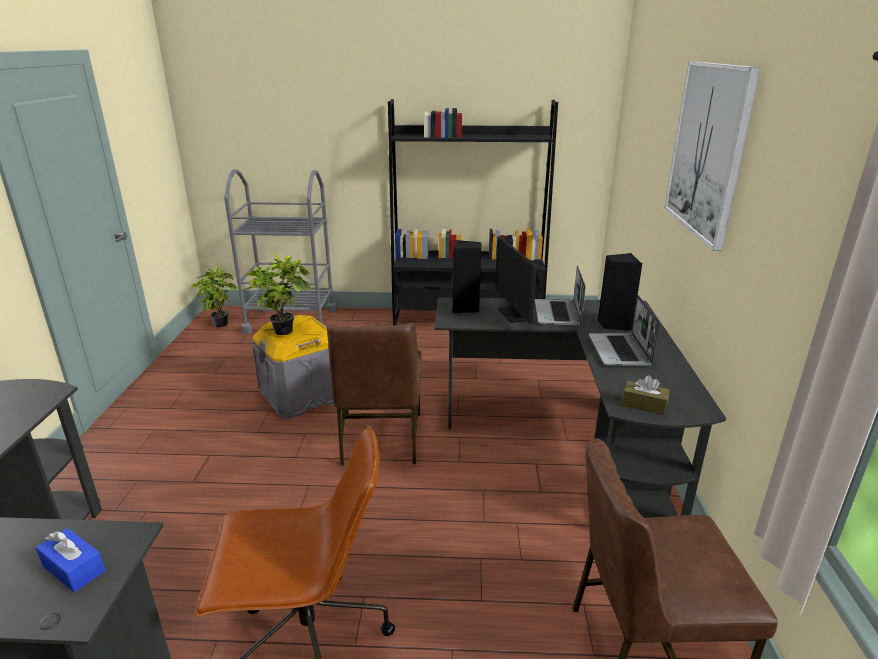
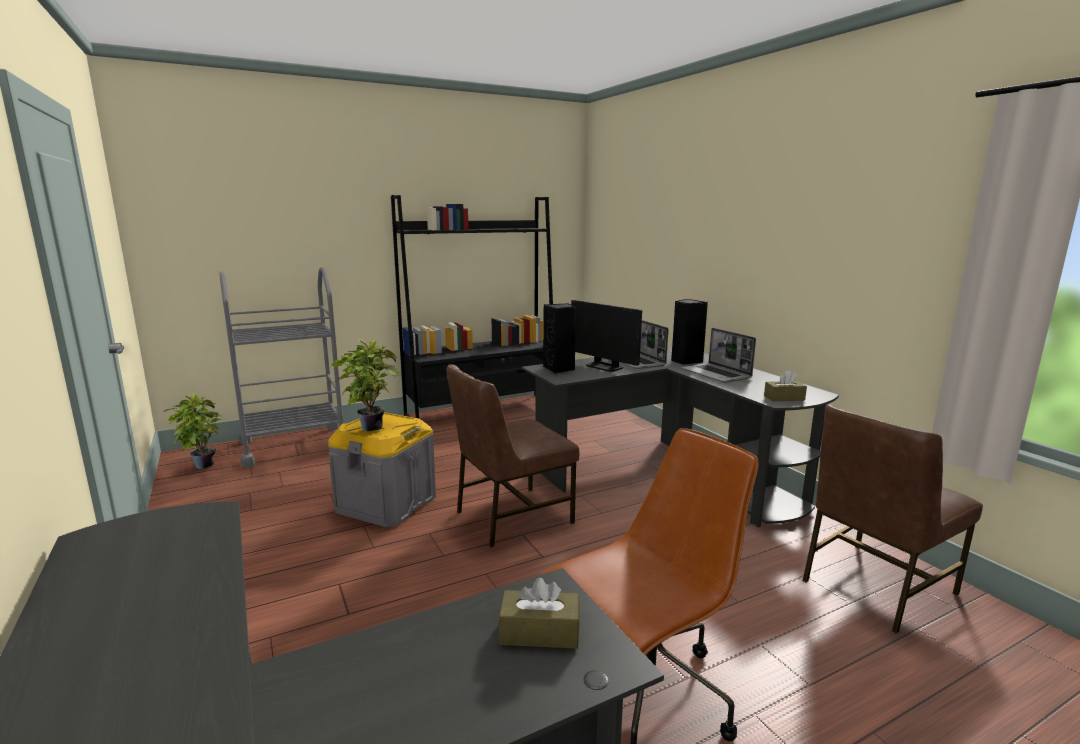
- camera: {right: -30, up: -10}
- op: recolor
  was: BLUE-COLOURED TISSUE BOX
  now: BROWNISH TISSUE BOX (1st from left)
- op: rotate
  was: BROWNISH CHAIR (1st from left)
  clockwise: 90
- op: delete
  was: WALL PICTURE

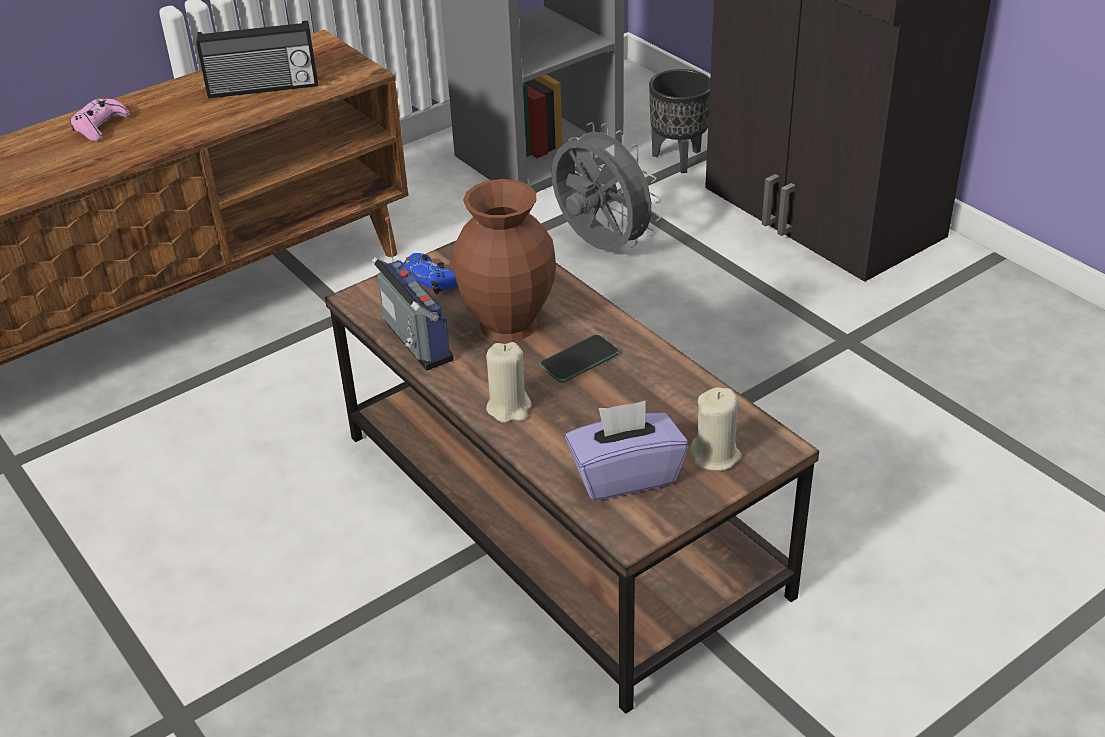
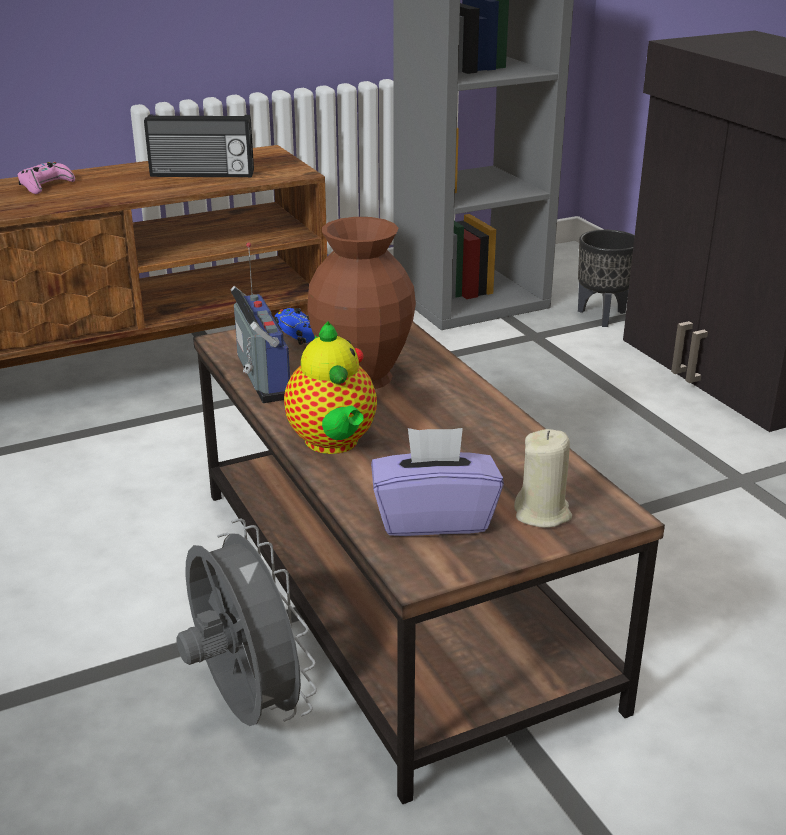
- camera: {right: 10, up: -10}
- op: replace
  was: BEIGE-COLOURED WAX LIGHT (1st from left)
  now: TEAPOT
- op: delete
  was: HANDSET
- op: move
  was: GREYISH FAN

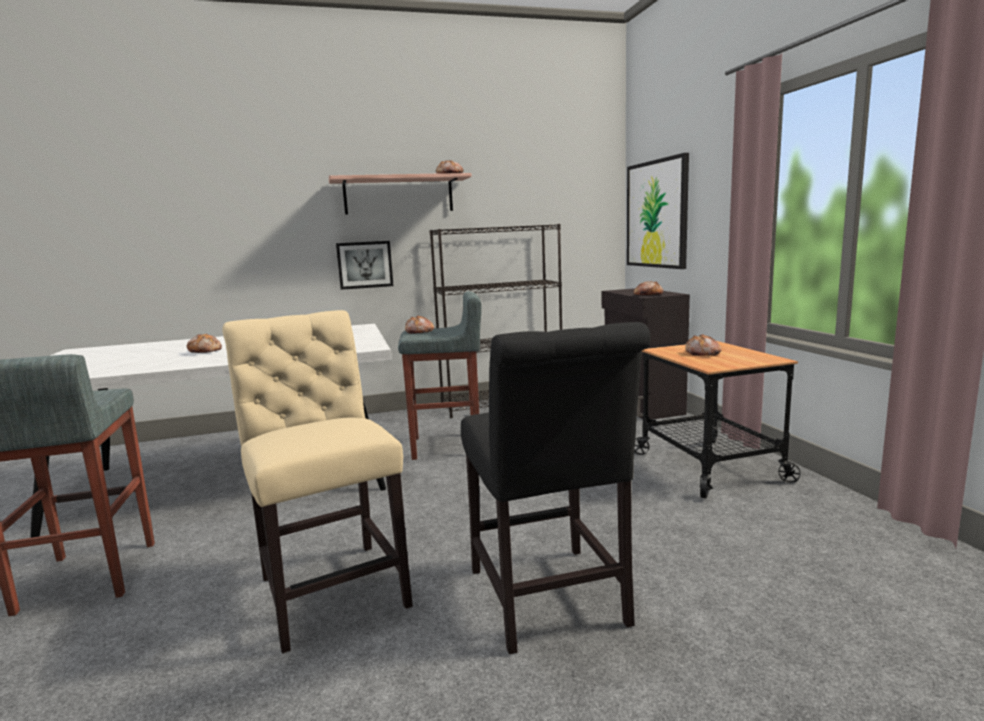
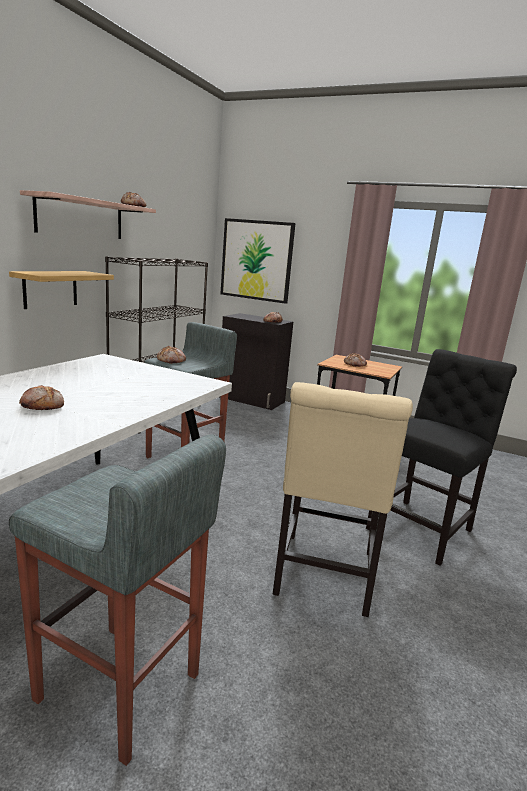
- camera: {right: -50, up: 5}
- op: rotate
  was: BEIGE-COLOURED CHAIR
  clockwise: -90
- op: replace
  was: WALL PICTURE (1st from left)
  now: SHELF (1st from left)
- op: rotate
  was: BLACKISH CHAIR
  clockwise: -75

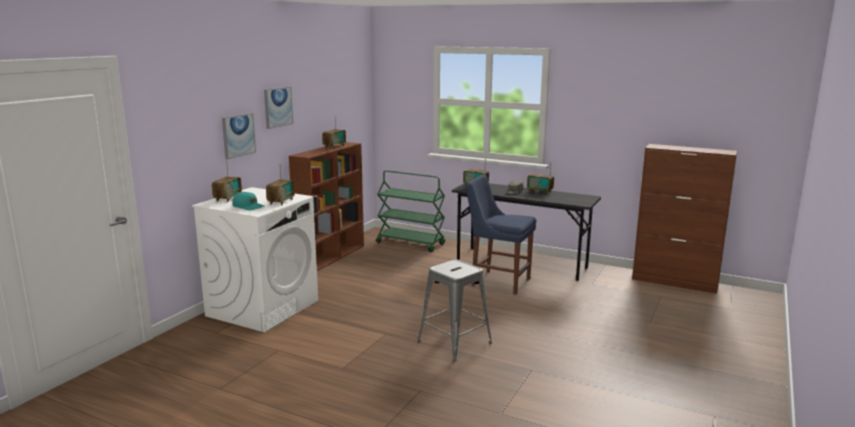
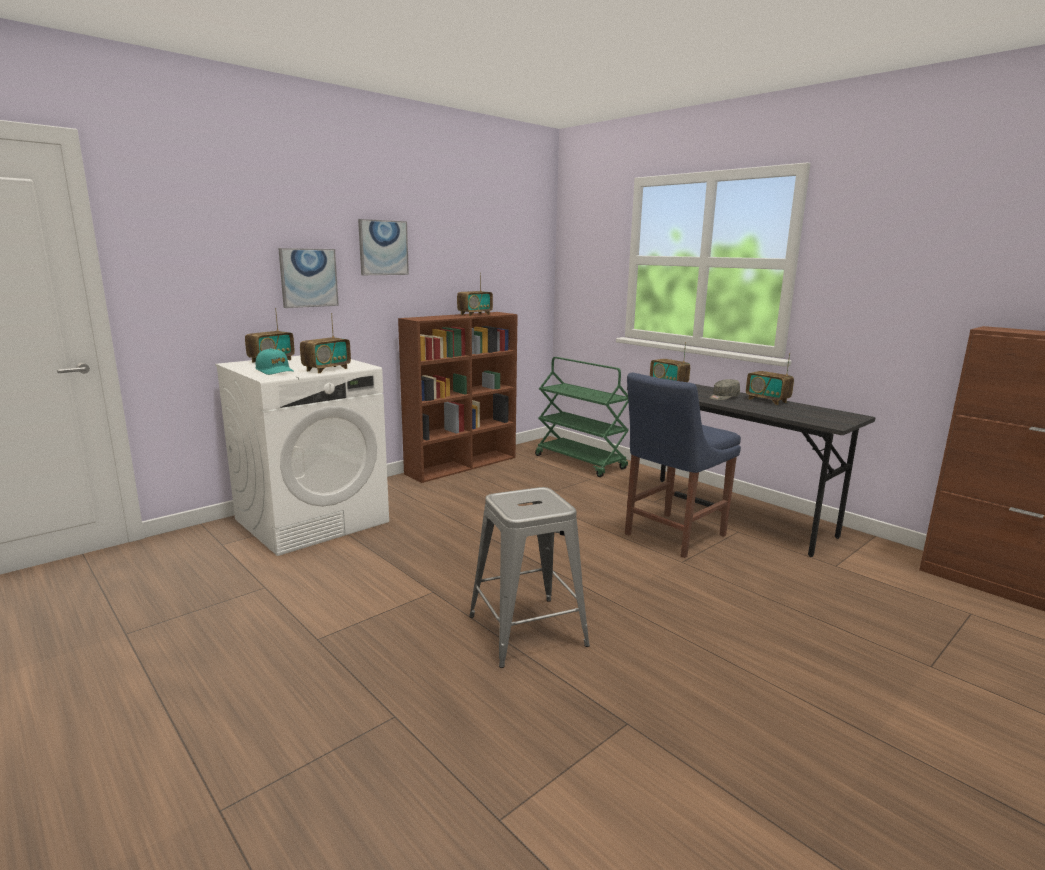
- camera: {right: 20, up: 0}
- op: rotate
  was: BLUE-COLOURED CHAIR
  clockwise: -90

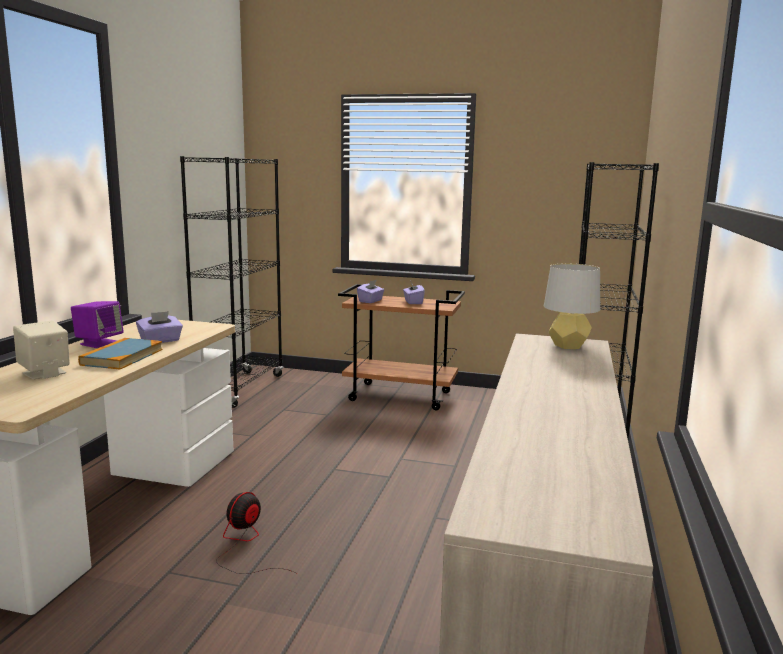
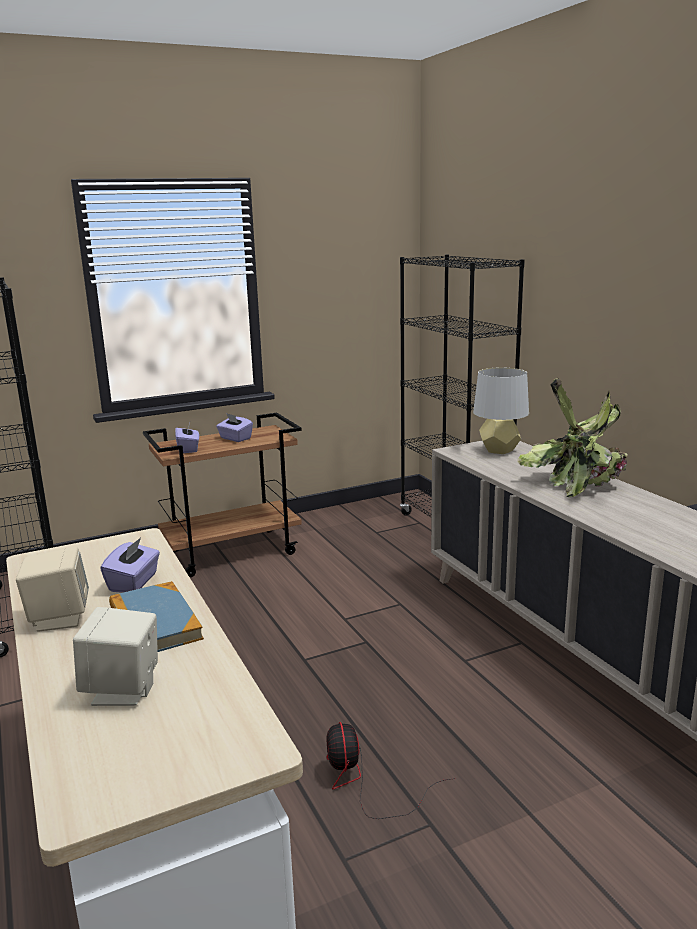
- camera: {right: -40, up: 5}
- op: recolor
  was: PURPLE LOUDSPEAKER
  now: BEIGE-COLOURED LOUDSPEAKER (1st from left)
- op: insert
  now: HOUSEPLANT

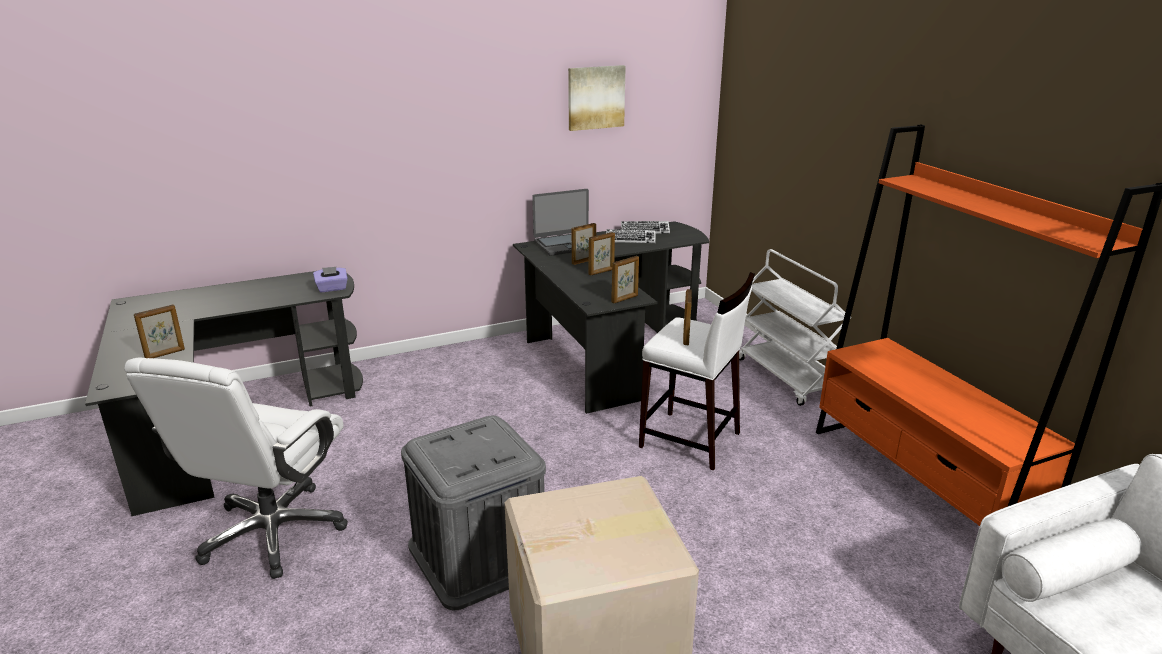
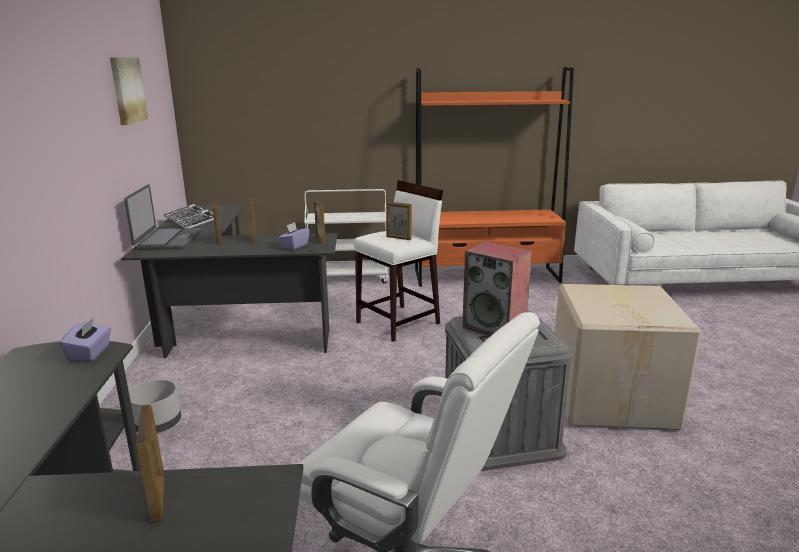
- camera: {right: -70, up: -5}
- op: insert
  now: GREYISH FLOWER POT
- op: insert
  now: PURPLE TISSUE BOX (2nd from left)
- op: insert
  now: LOUDSPEAKER

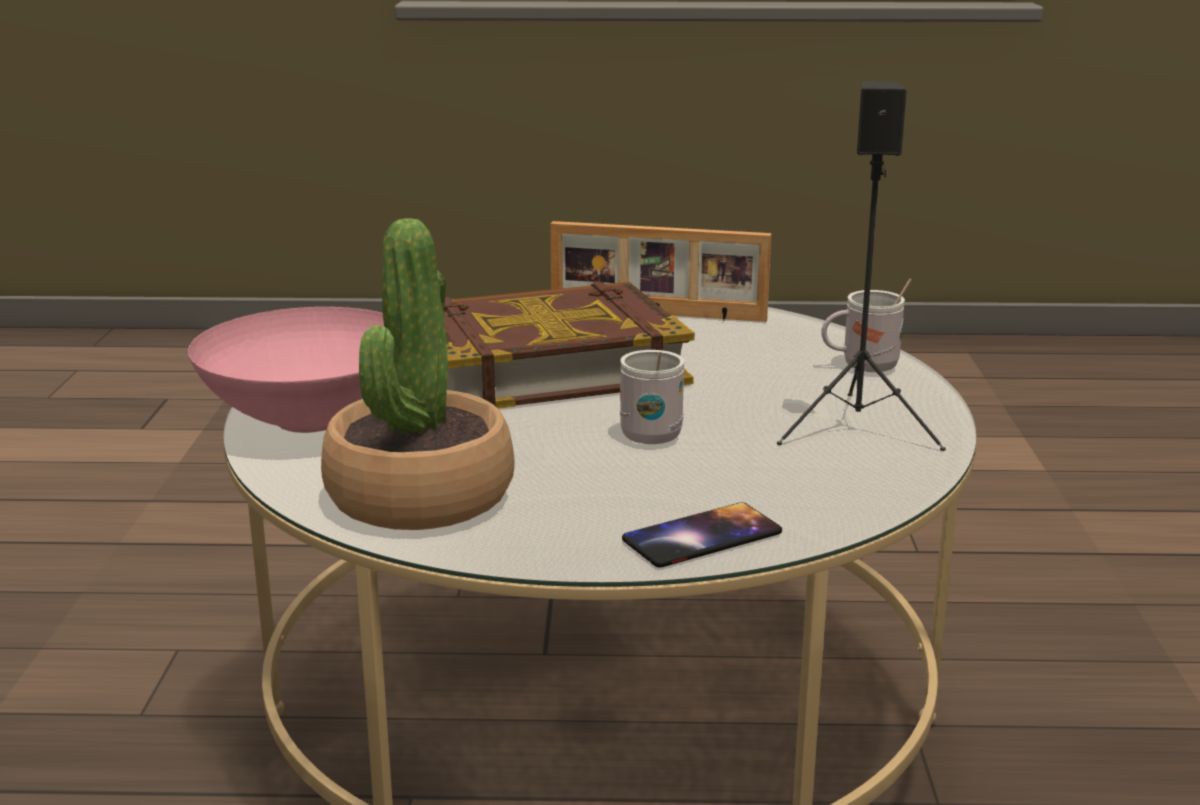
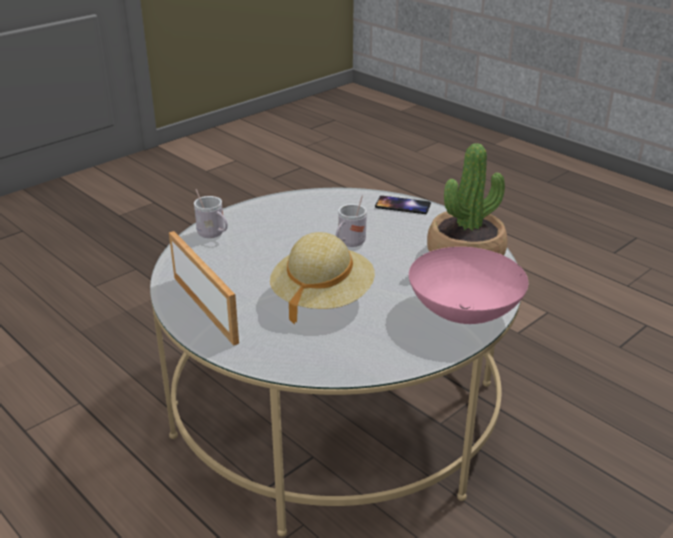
- camera: {right: -135, up: 10}
- op: replace
  was: VOLUME
  now: BEIGE-COLOURED WEARABLE HAT
- op: delete
  was: BLACKISH LOUDSPEAKER

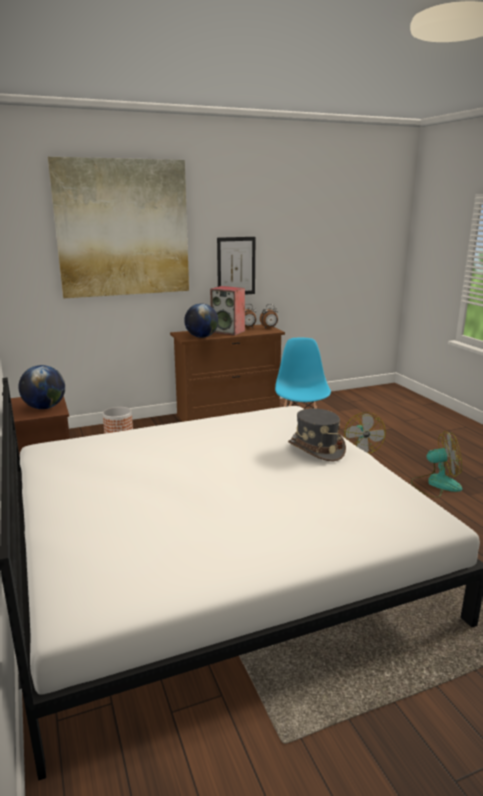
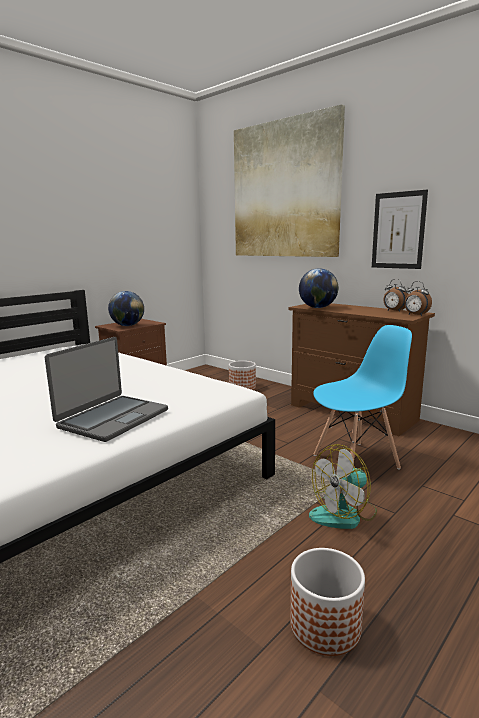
- camera: {right: 65, up: -5}
- op: delete
  was: LOUDSPEAKER
- op: replace
  was: GREYISH WEARABLE HAT
  now: NOTEBOOK COMPUTER
- op: replace
  was: FAN (2nd from left)
  now: FLOWER POT (2nd from left)

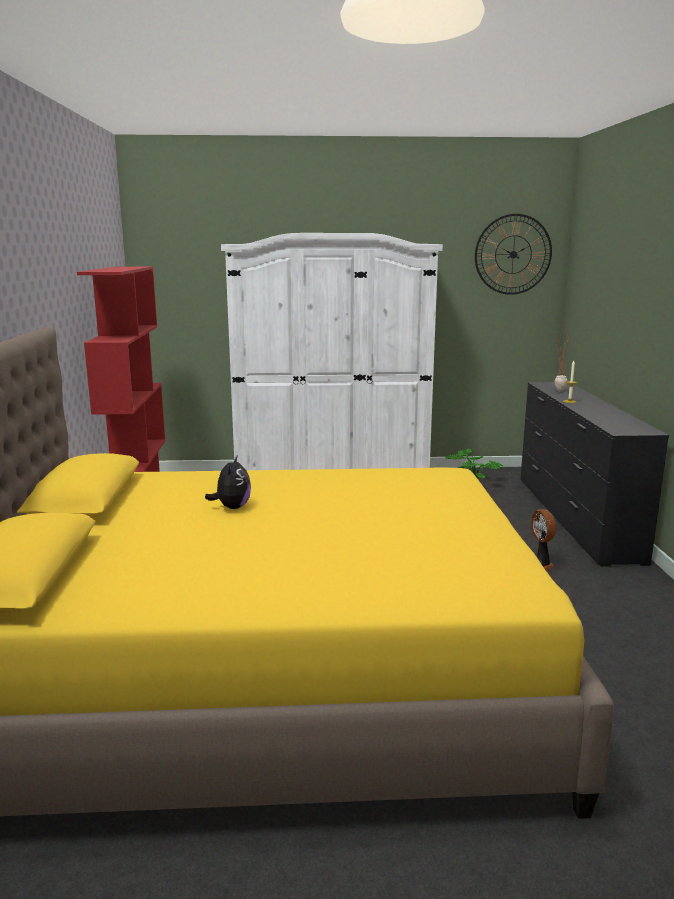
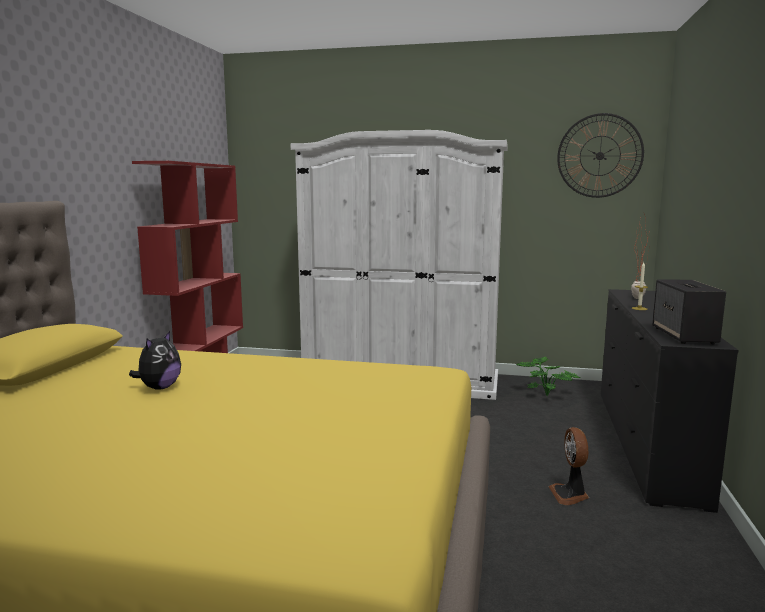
- camera: {right: 15, up: -5}
- op: insert
  now: LOUDSPEAKER

